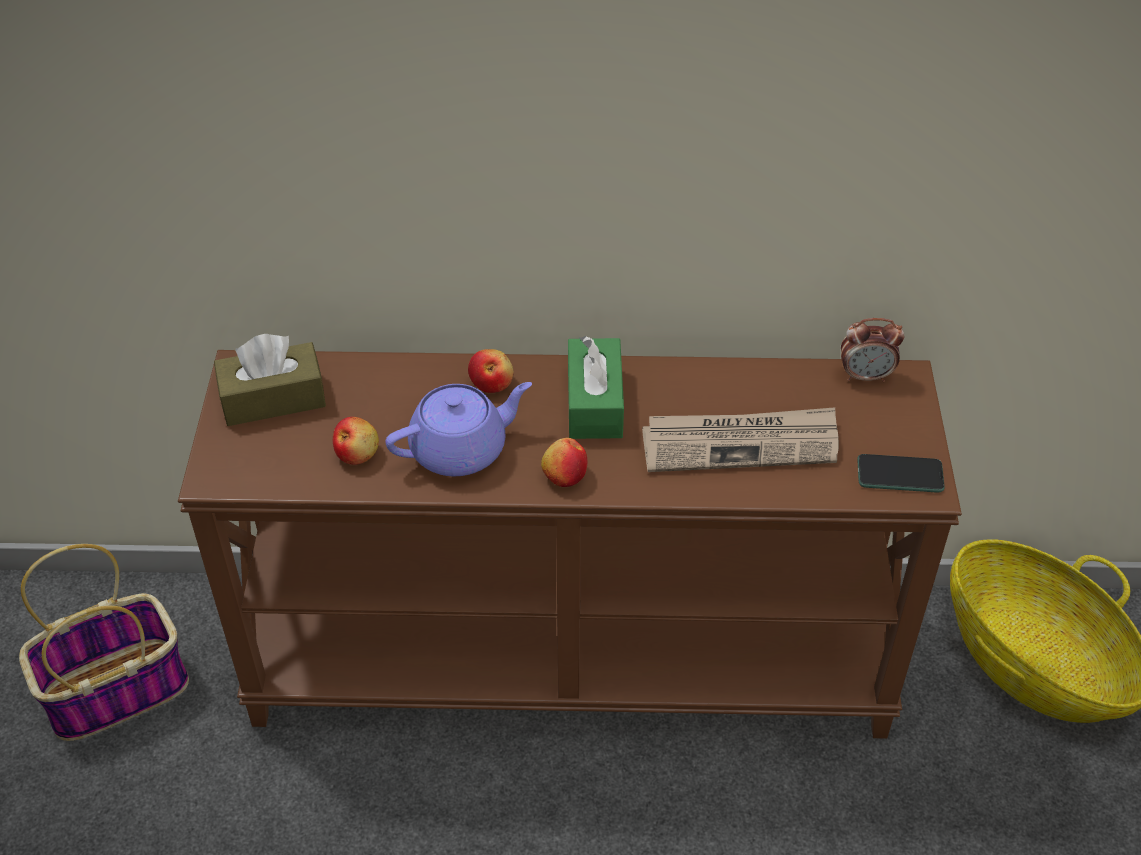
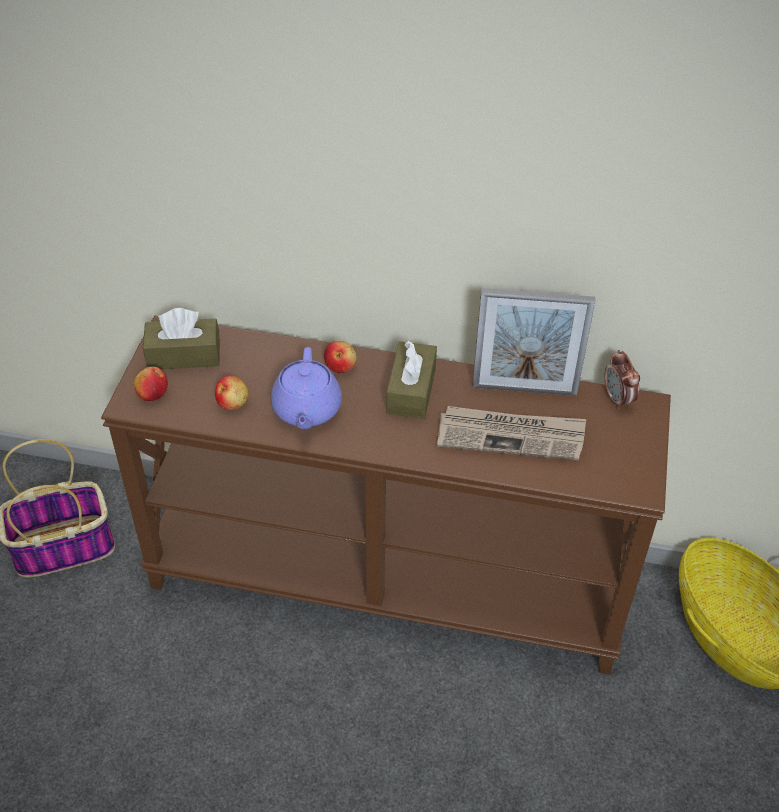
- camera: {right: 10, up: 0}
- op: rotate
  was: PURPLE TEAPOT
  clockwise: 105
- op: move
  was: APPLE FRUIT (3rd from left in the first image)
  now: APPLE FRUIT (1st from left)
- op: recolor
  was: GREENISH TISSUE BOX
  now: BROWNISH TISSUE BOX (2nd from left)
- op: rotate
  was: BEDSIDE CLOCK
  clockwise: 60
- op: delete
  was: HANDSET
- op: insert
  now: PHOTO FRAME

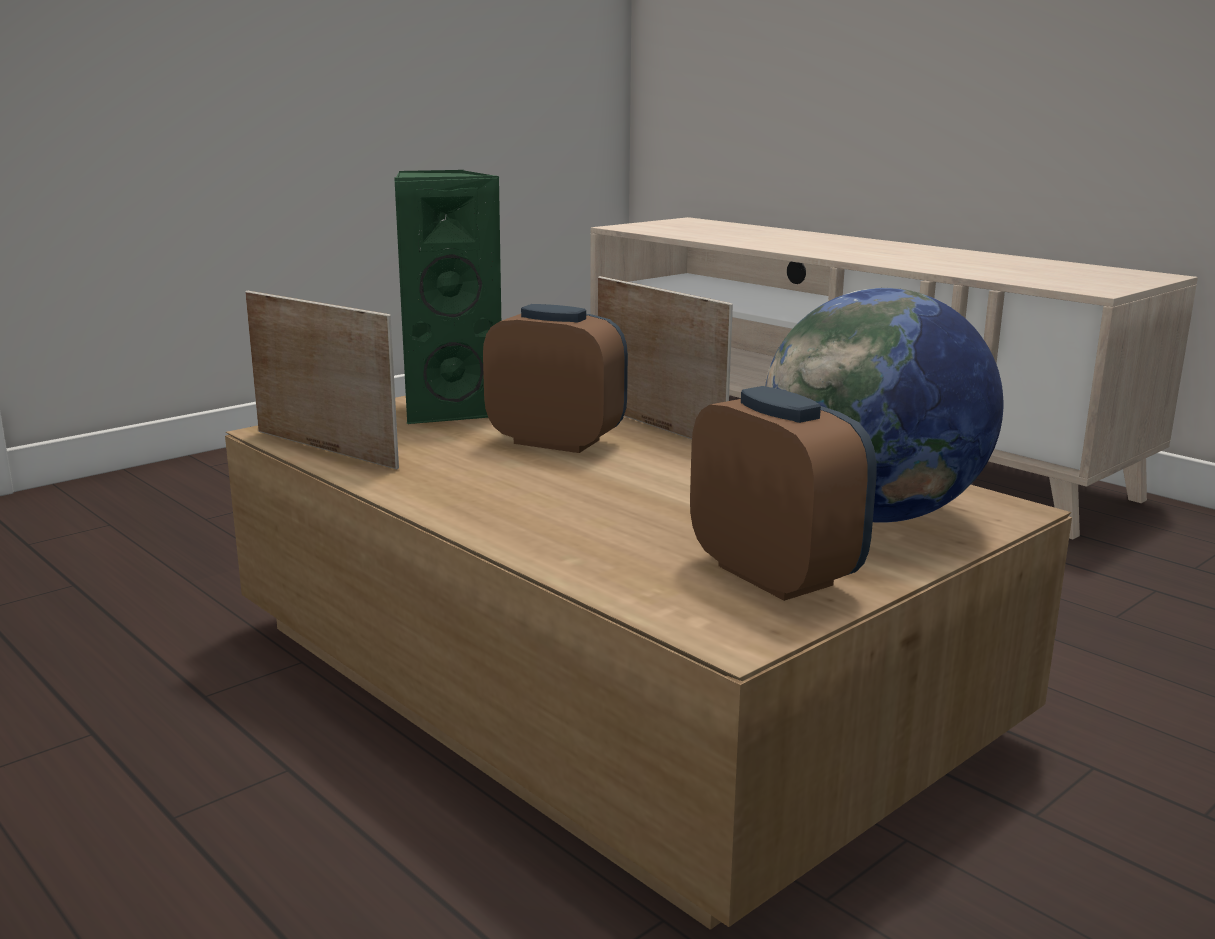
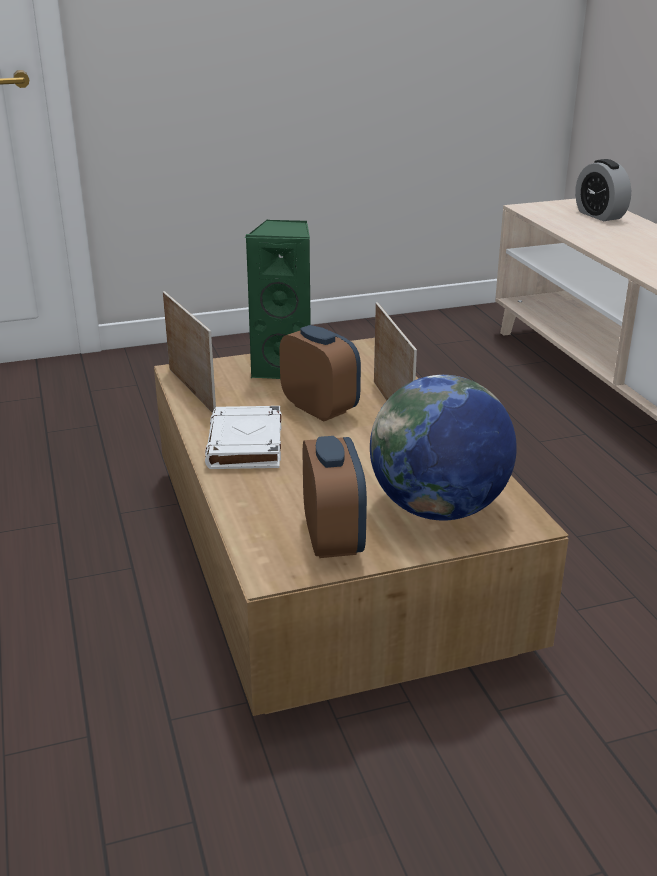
- camera: {right: 25, up: 10}
- op: insert
  now: WHITE VOLUME
- op: insert
  now: BEDSIDE CLOCK (3rd from left)

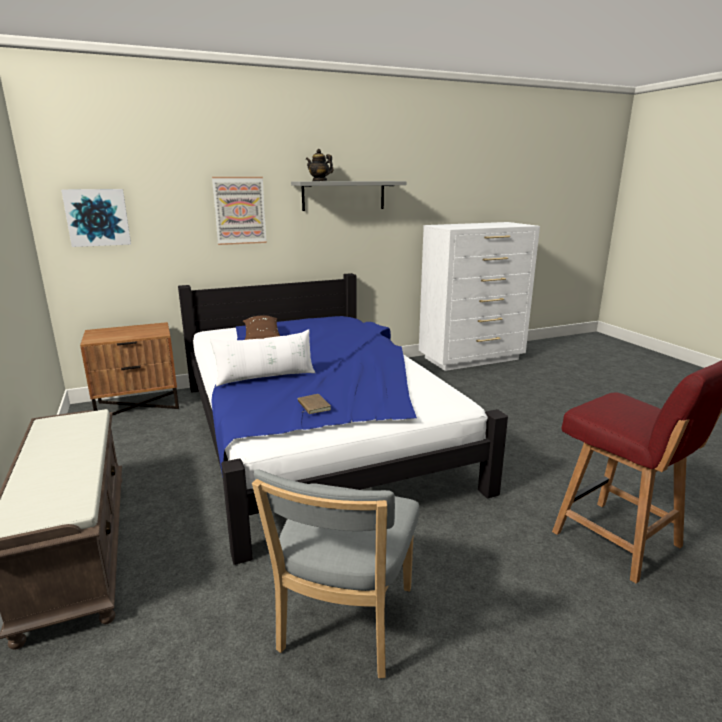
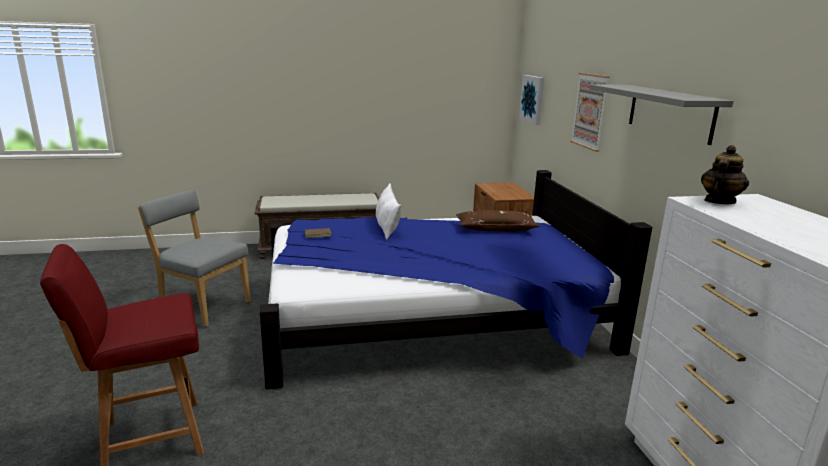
- camera: {right: 100, up: 0}
- op: move
  was: TEAPOT

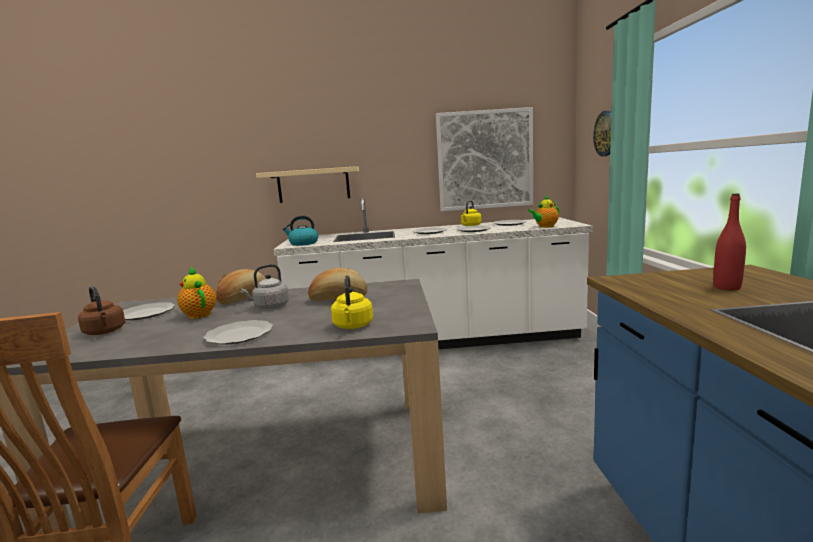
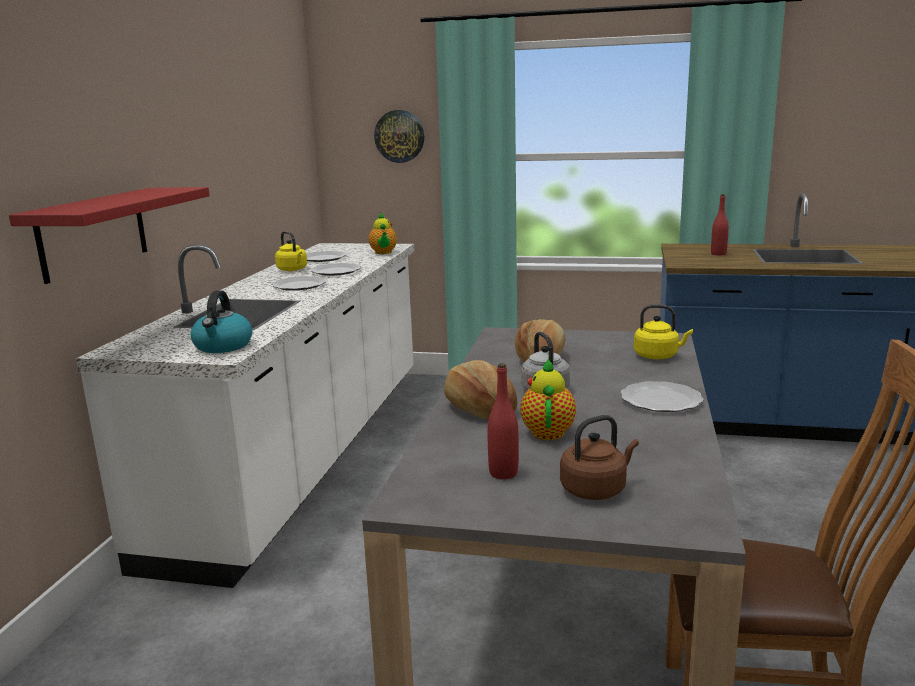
- camera: {right: -75, up: 5}
- op: replace
  was: PLATE (1st from left)
  now: RED BOTTLE (1st from left)
- op: rotate
  was: TEAPOT (1st from left in the first image)
  clockwise: 120
- op: recolor
  was: BEIGE-COLOURED SHELF
  now: RED SHELF
- op: delete
  was: WALL PICTURE

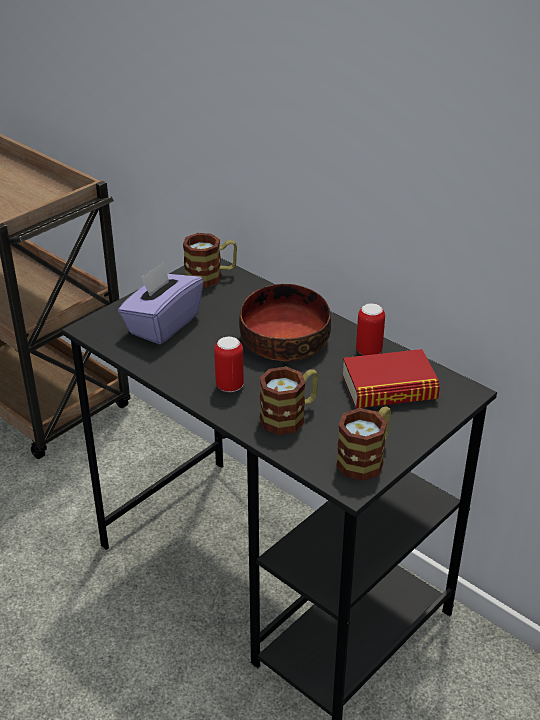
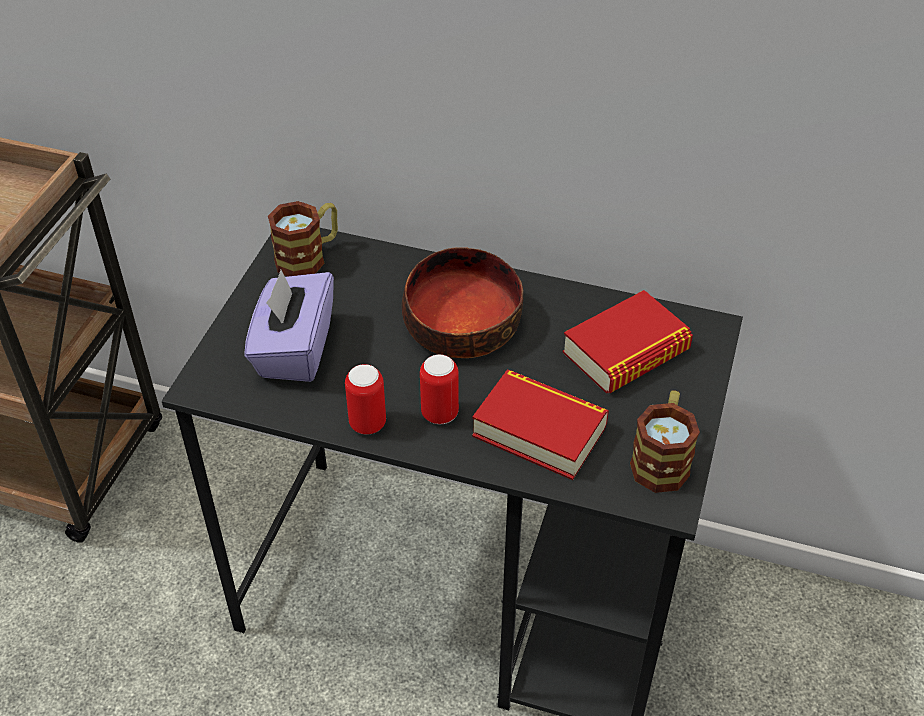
- camera: {right: -25, up: 10}
- op: replace
  was: TEA MUG (2nd from left)
  now: VOLUME (1st from left)
- op: move
  was: CAN (2nd from left in the first image)
  now: CAN (1st from left)

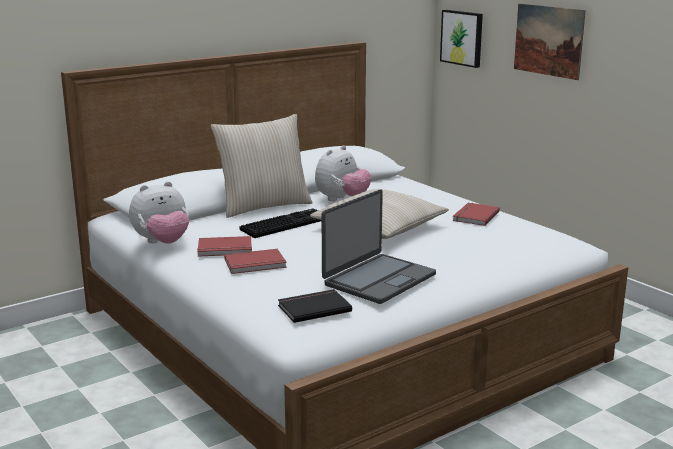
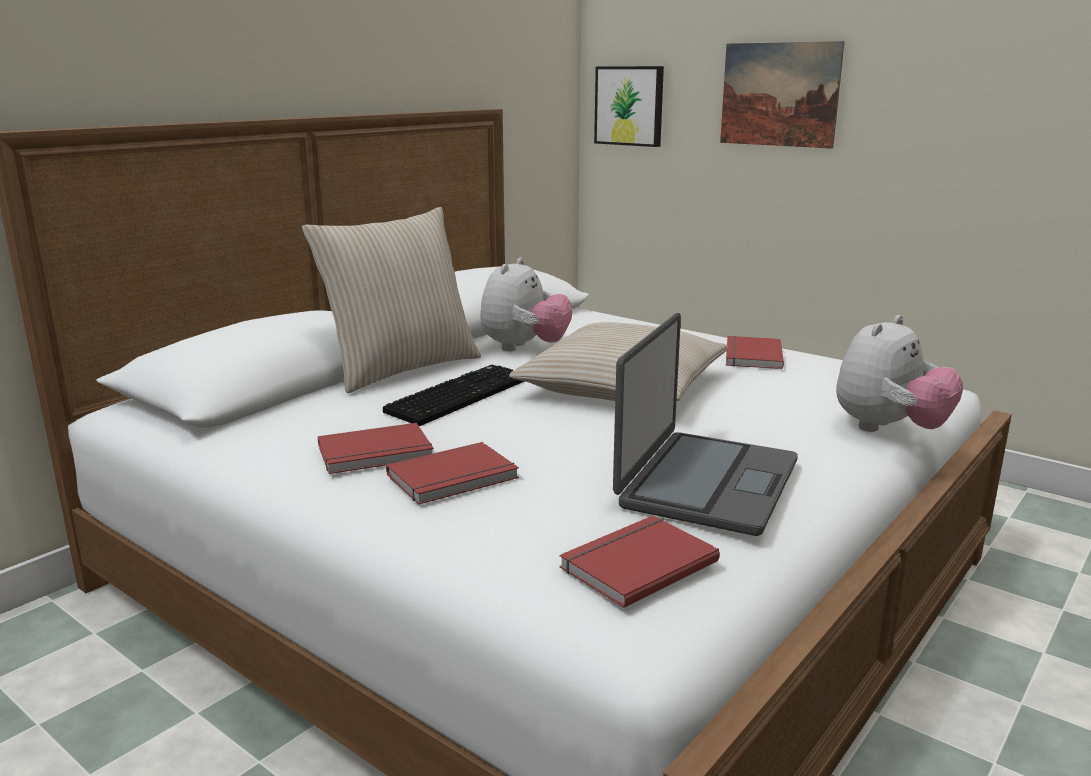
- camera: {right: -15, up: 0}
- op: move
  was: PLUSH TOY (1st from left in the first image)
  now: PLUSH TOY (2nd from left)
- op: recolor
  was: BLACKISH VOLUME
  now: RED VOLUME (3rd from left)

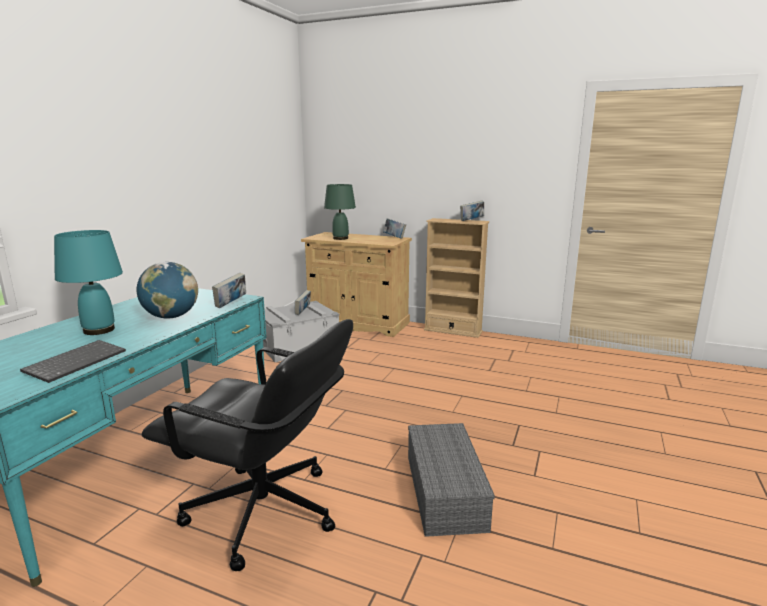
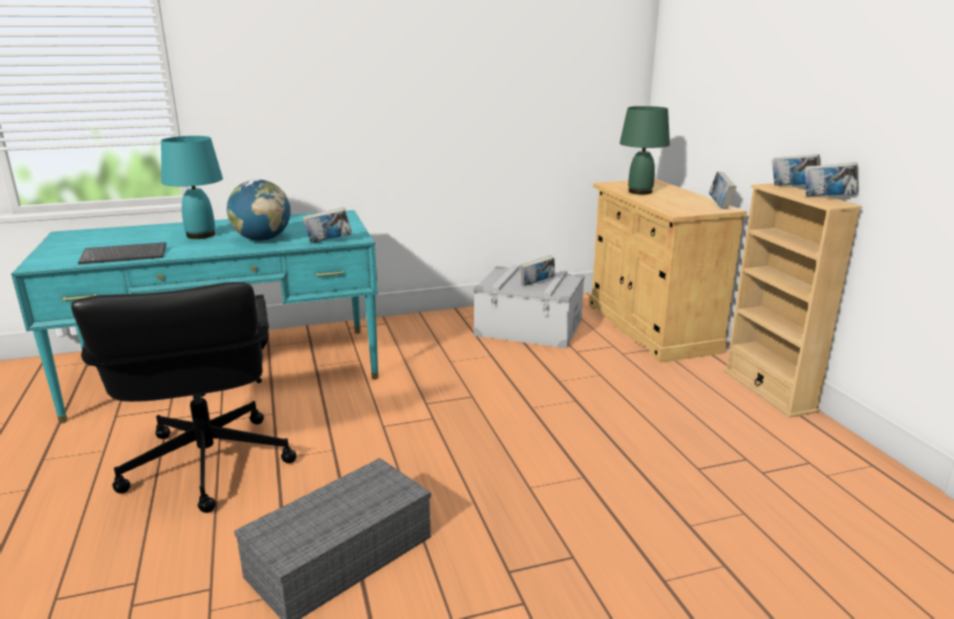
- camera: {right: 50, up: 5}
- op: insert
  now: VOLUME (4th from left)

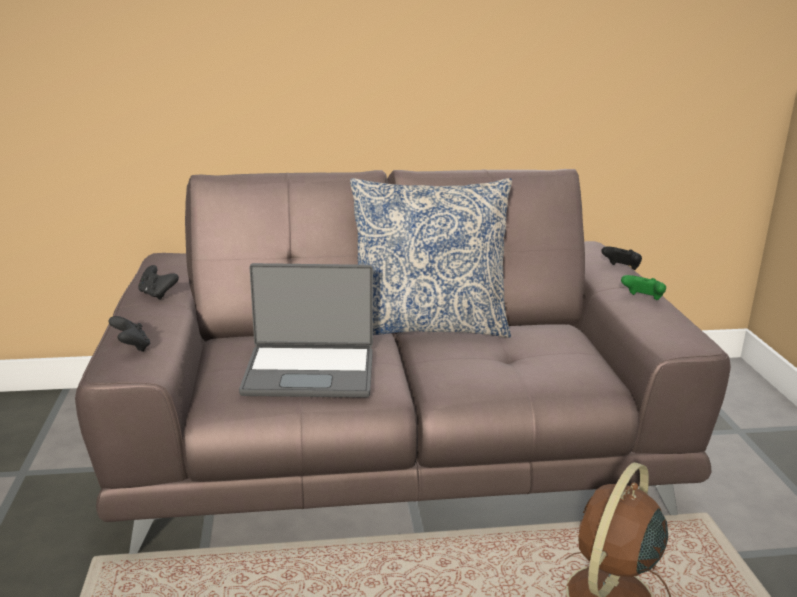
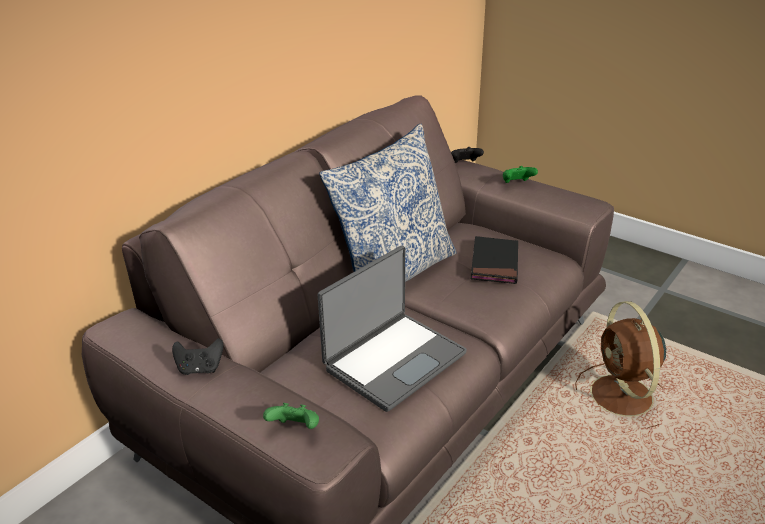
- camera: {right: -45, up: 10}
- op: recolor
  was: BLACKISH GAME CONTROLLER (1st from left)
  now: GREENISH GAME CONTROLLER (1st from left)
- op: insert
  now: BLACKISH VOLUME

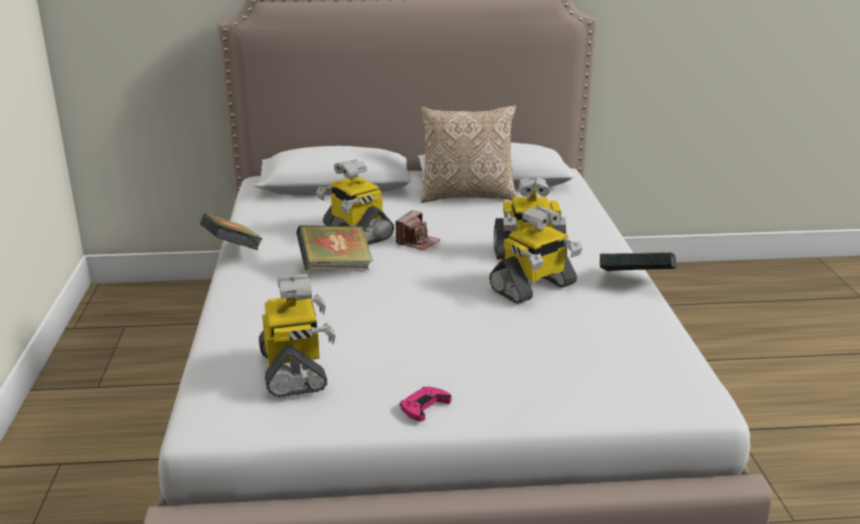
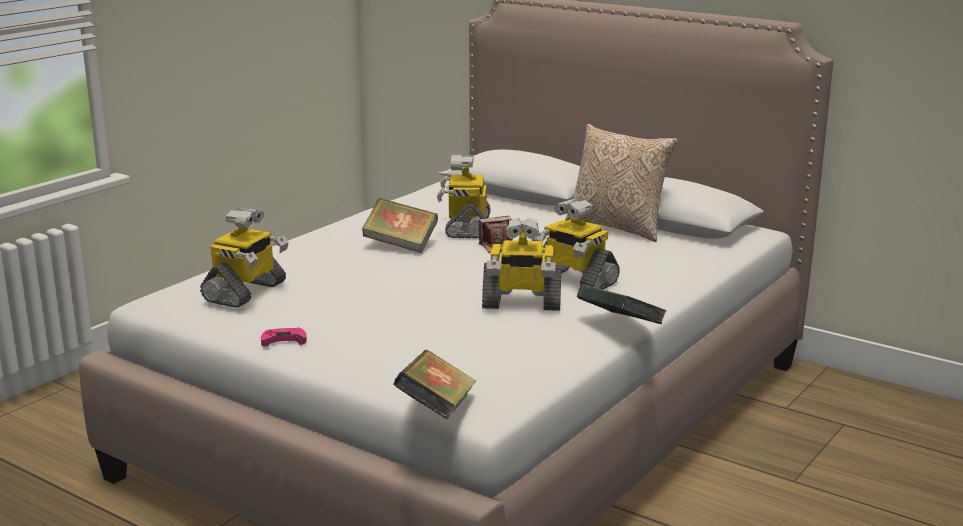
- camera: {right: 40, up: -5}
- op: move
  was: VOLUME (1st from left in the first image)
  now: VOLUME (2nd from left)

